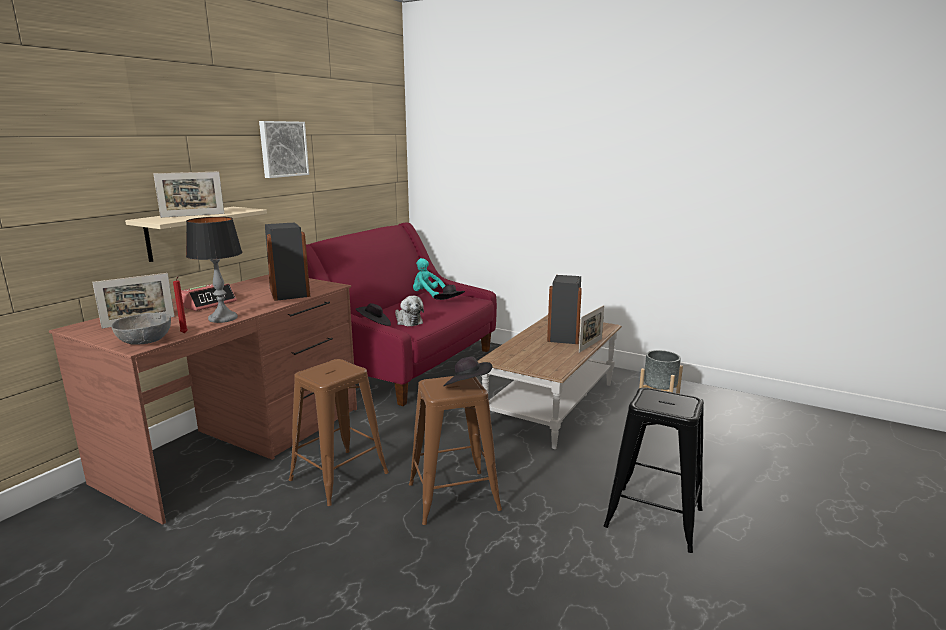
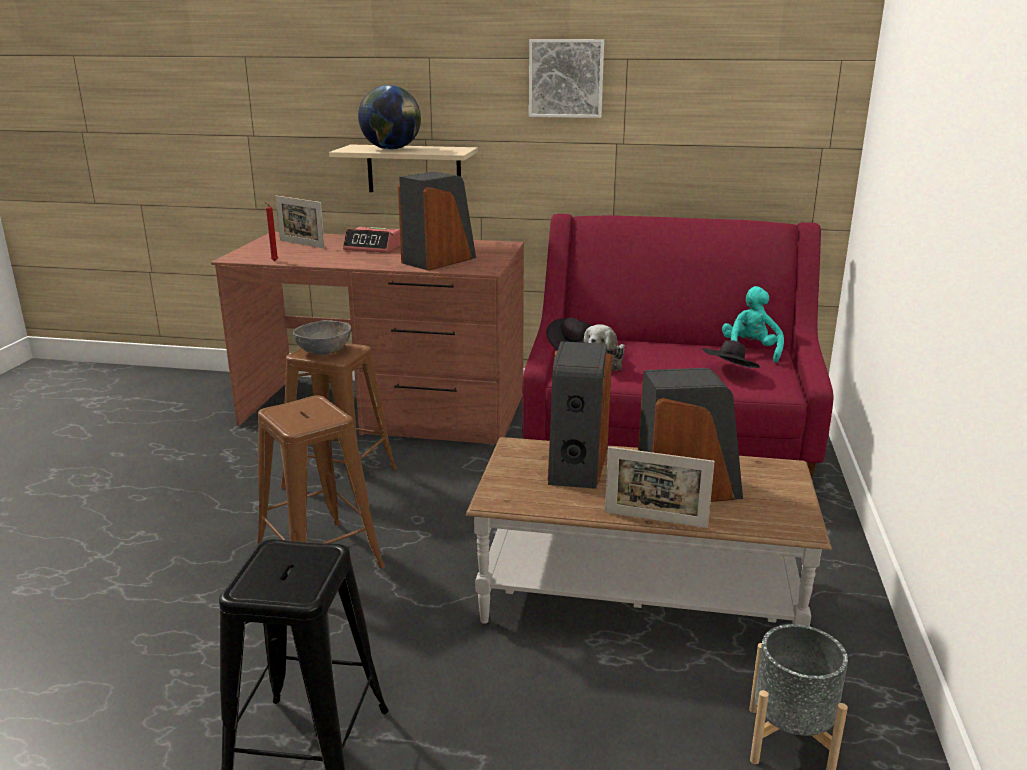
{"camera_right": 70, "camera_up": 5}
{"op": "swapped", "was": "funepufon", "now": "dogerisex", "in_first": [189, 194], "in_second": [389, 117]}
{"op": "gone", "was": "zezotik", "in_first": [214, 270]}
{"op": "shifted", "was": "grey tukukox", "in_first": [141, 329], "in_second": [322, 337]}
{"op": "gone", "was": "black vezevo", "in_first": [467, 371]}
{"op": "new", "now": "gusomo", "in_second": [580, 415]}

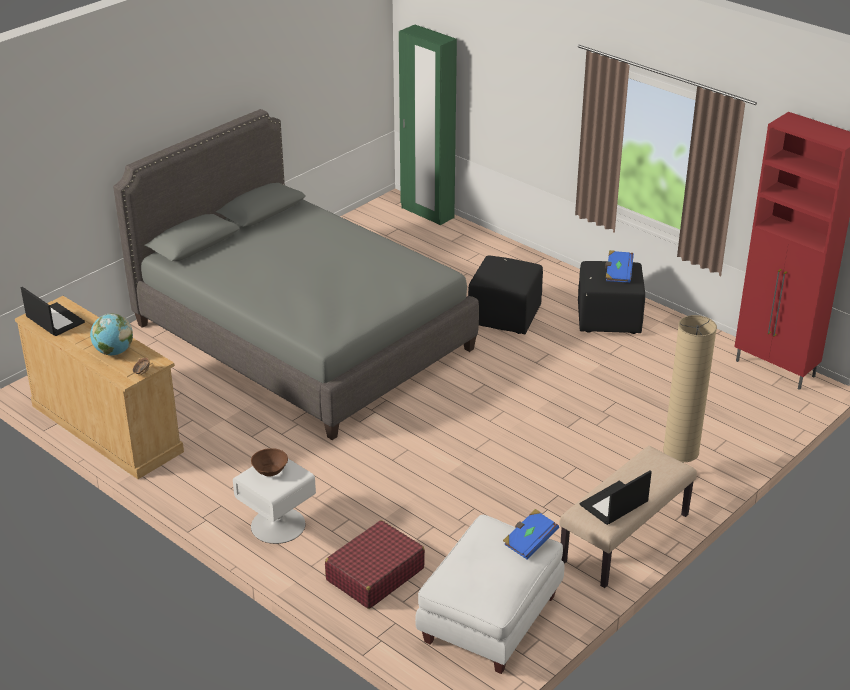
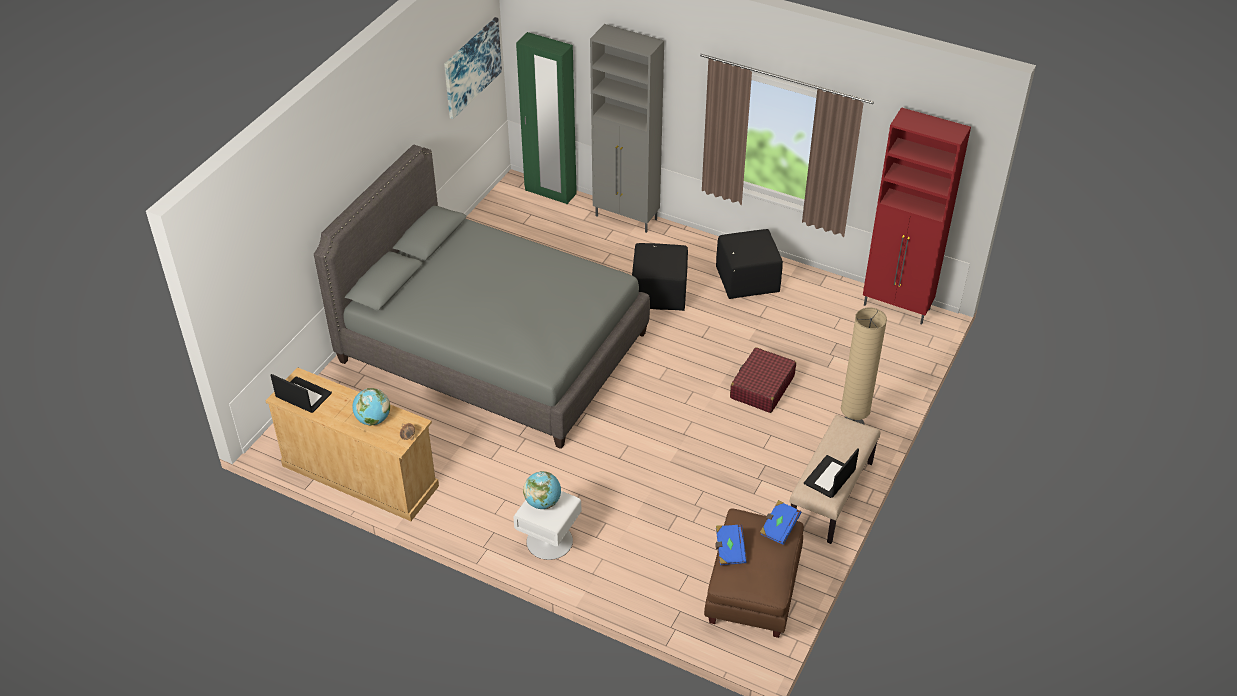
{"camera_right": -15, "camera_up": 10}
{"op": "shifted", "was": "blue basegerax", "in_first": [619, 266], "in_second": [731, 544]}
{"op": "swapped", "was": "brown tukukox", "now": "dogerisex", "in_first": [269, 462], "in_second": [542, 490]}
{"op": "repainted", "was": "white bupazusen", "now": "brown bupazusen", "in_first": [489, 594], "in_second": [754, 573]}
{"op": "shifted", "was": "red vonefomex", "in_first": [375, 564], "in_second": [763, 380]}
{"op": "new", "now": "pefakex", "in_second": [473, 68]}
{"op": "new", "now": "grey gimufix", "in_second": [627, 128]}

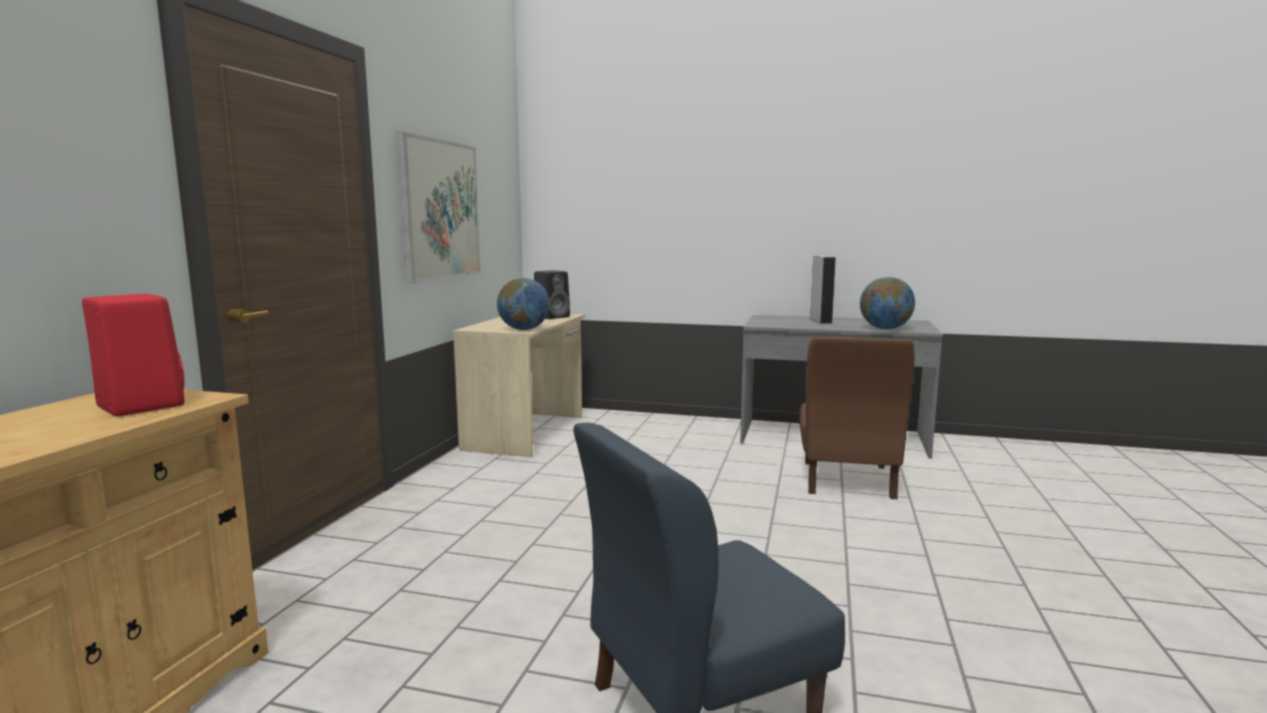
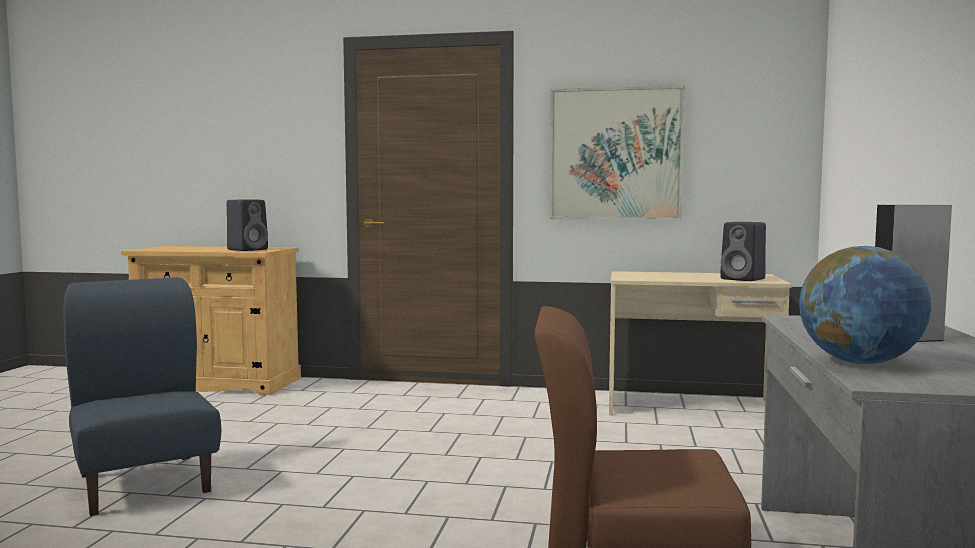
{"camera_right": 85, "camera_up": -5}
{"op": "gone", "was": "dogerisex", "in_first": [523, 304]}
{"op": "repainted", "was": "red gusomo", "now": "black gusomo", "in_first": [133, 355], "in_second": [247, 225]}

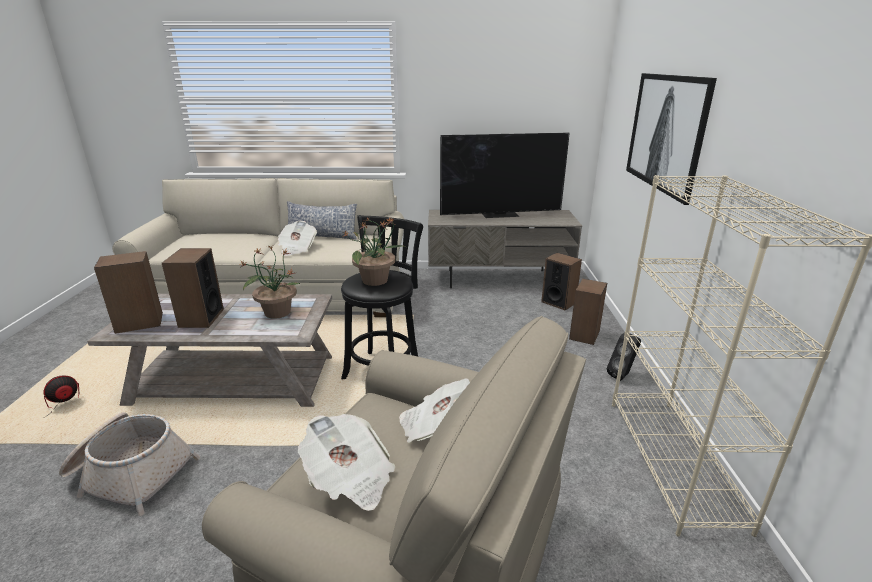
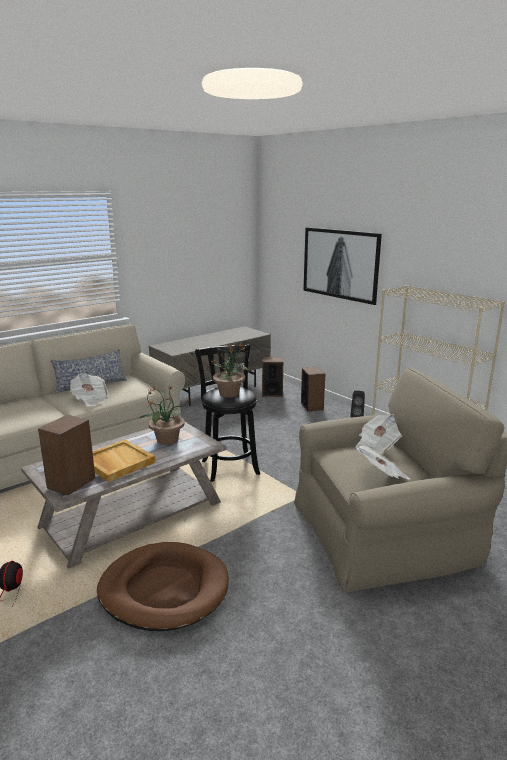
{"camera_right": -40, "camera_up": -5}
{"op": "gone", "was": "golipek", "in_first": [505, 175]}
{"op": "swapped", "was": "gusomo", "now": "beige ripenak", "in_first": [193, 288], "in_second": [123, 460]}
{"op": "swapped", "was": "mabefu", "now": "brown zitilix", "in_first": [129, 464], "in_second": [162, 586]}

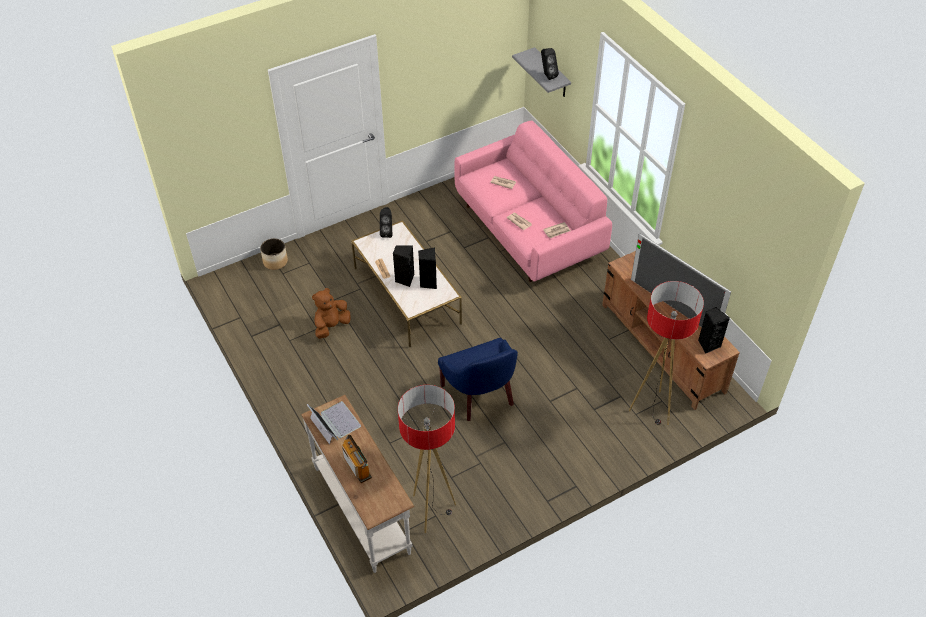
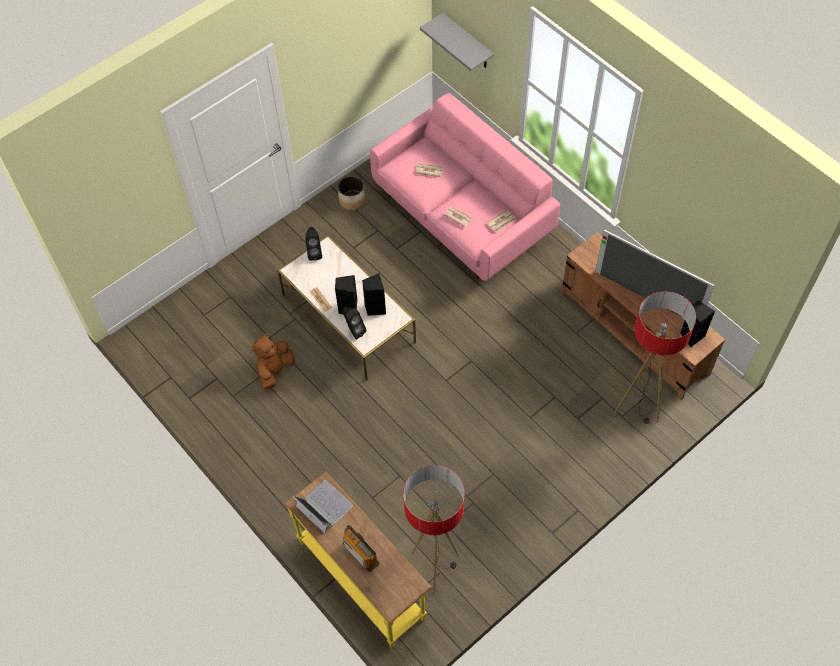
{"camera_right": -10, "camera_up": 10}
{"op": "shifted", "was": "black gusomo", "in_first": [550, 64], "in_second": [354, 323]}
{"op": "shifted", "was": "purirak", "in_first": [274, 254], "in_second": [351, 193]}
{"op": "gone", "was": "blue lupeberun", "in_first": [478, 379]}
{"op": "repainted", "was": "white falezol", "now": "yellow falezol", "in_first": [358, 484], "in_second": [358, 559]}

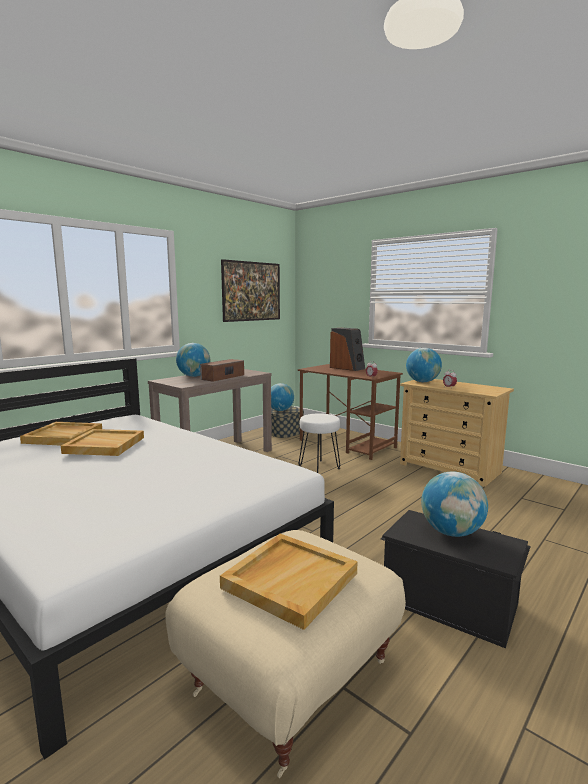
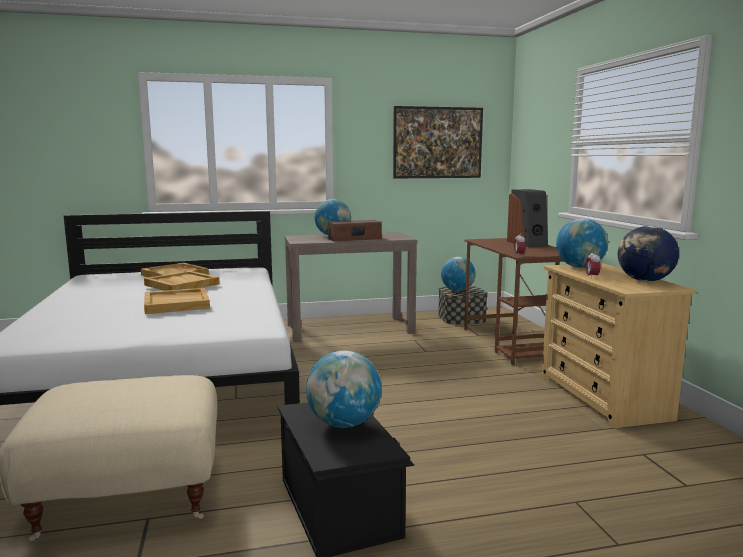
{"camera_right": 35, "camera_up": 0}
{"op": "gone", "was": "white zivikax", "in_first": [319, 443]}
{"op": "shifted", "was": "beige ripenak", "in_first": [289, 582], "in_second": [177, 301]}
{"op": "new", "now": "dogerisex", "in_second": [648, 254]}

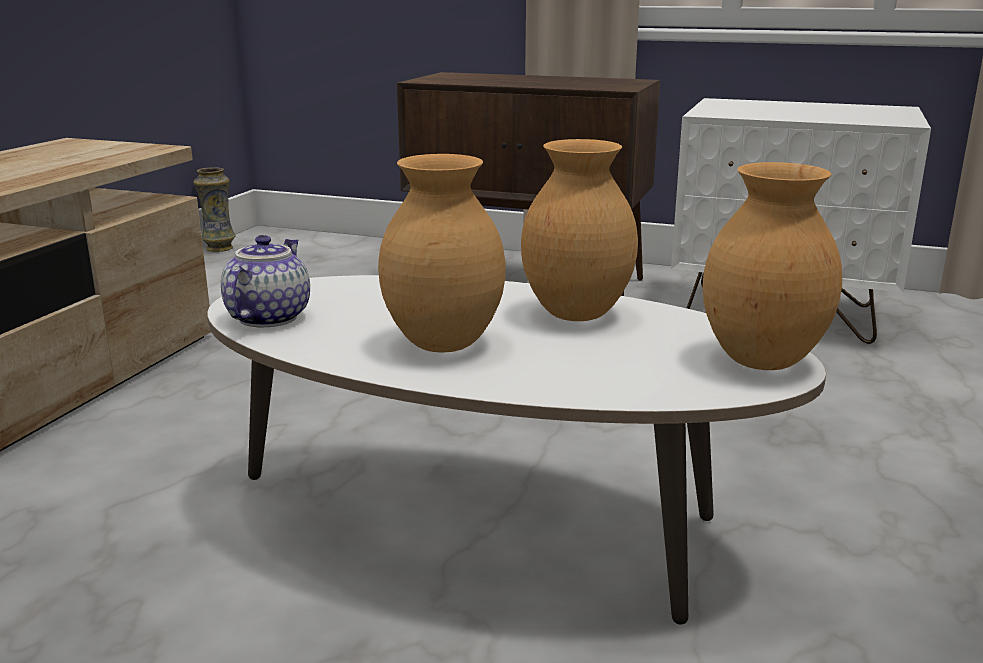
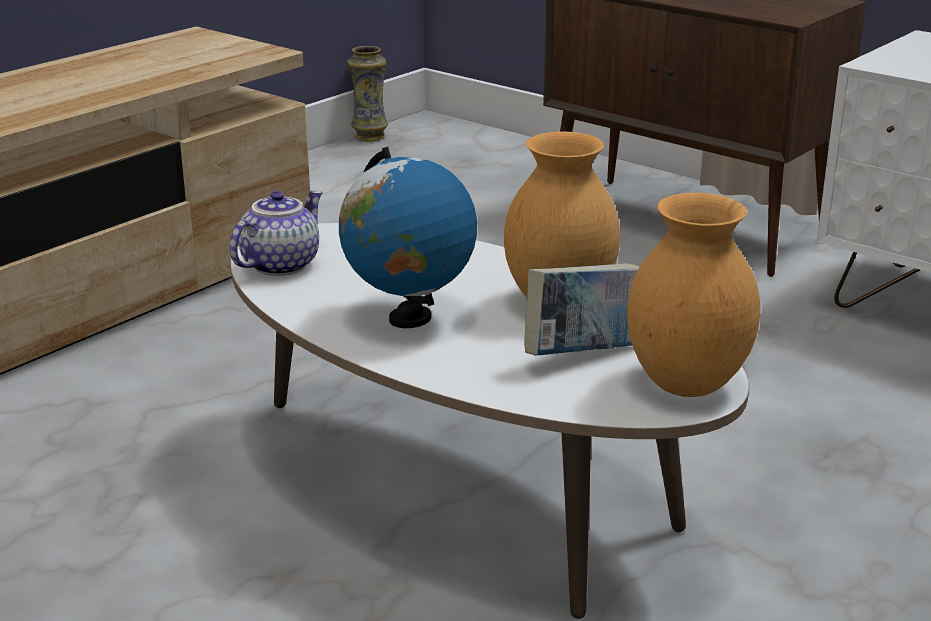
{"camera_right": 20, "camera_up": 5}
{"op": "swapped", "was": "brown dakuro", "now": "dogerisex", "in_first": [442, 253], "in_second": [408, 237]}
{"op": "new", "now": "basegerax", "in_second": [582, 309]}

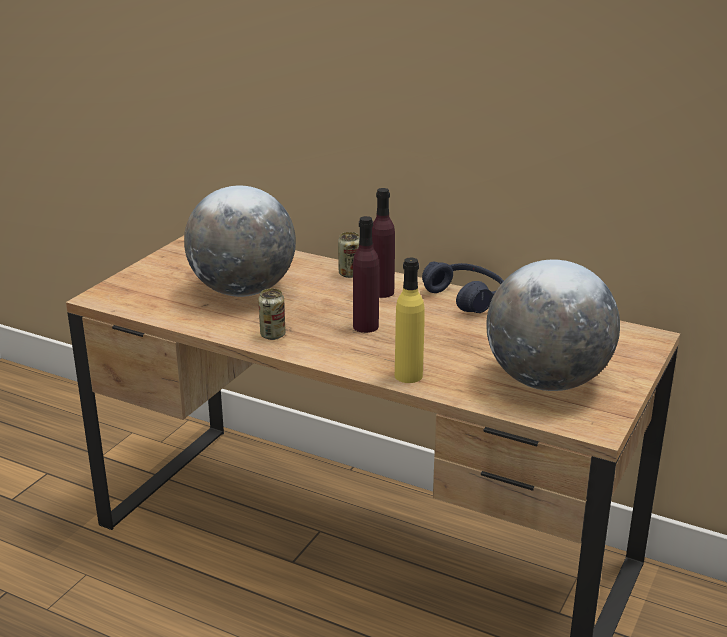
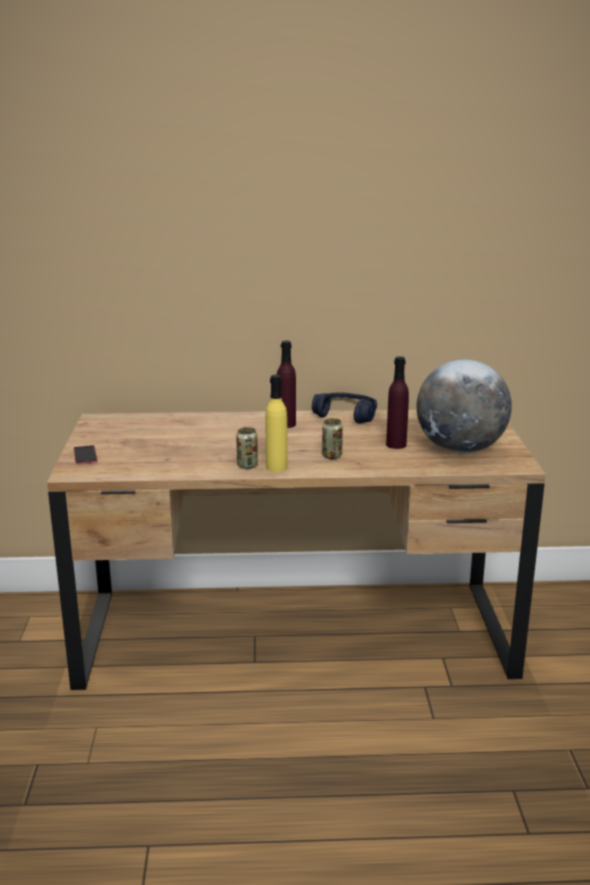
{"camera_right": -30, "camera_up": -5}
{"op": "gone", "was": "dogerisex", "in_first": [240, 241]}
{"op": "shifted", "was": "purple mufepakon", "in_first": [366, 274], "in_second": [397, 403]}
{"op": "shifted", "was": "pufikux", "in_first": [349, 255], "in_second": [332, 438]}
{"op": "shifted", "was": "yellow mufepakon", "in_first": [410, 320], "in_second": [276, 423]}
{"op": "new", "now": "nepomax", "in_second": [85, 454]}

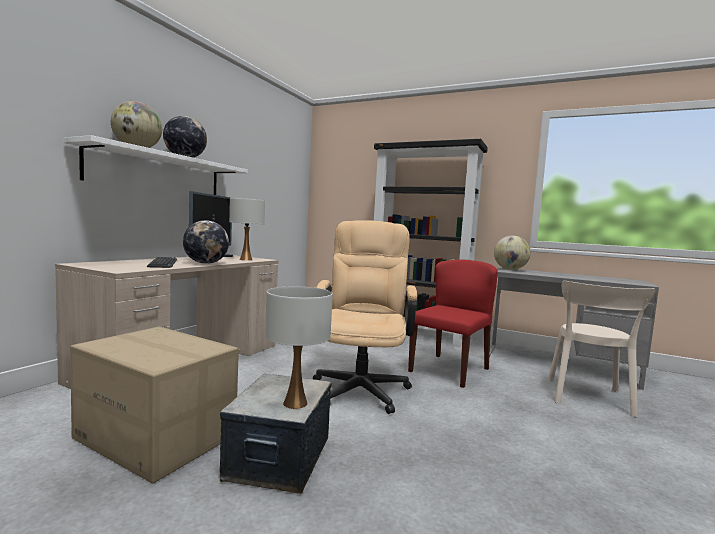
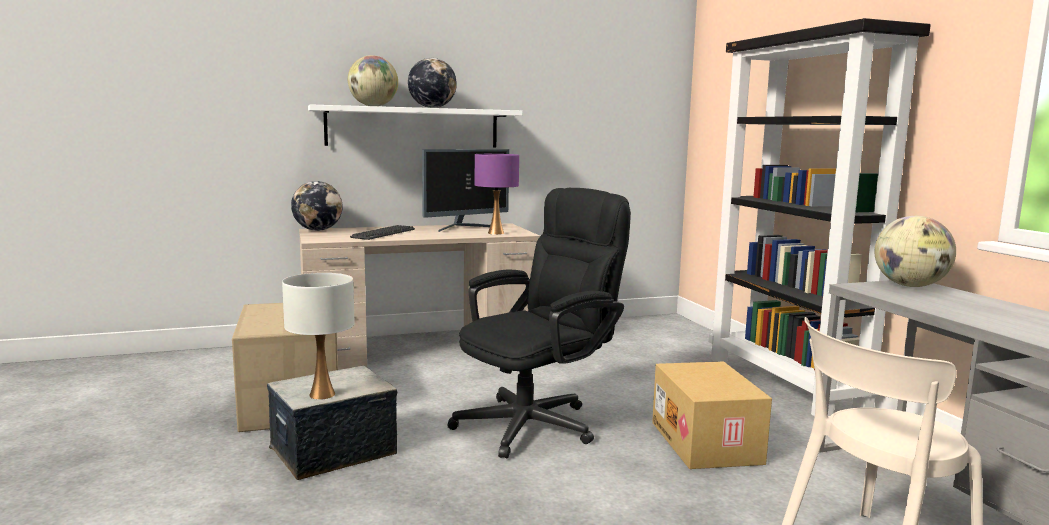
{"camera_right": 45, "camera_up": 5}
{"op": "repainted", "was": "white zezotik", "now": "purple zezotik", "in_first": [247, 229], "in_second": [497, 194]}
{"op": "shifted", "was": "dogerisex", "in_first": [206, 242], "in_second": [317, 206]}
{"op": "repainted", "was": "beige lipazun", "now": "black lipazun", "in_first": [365, 317], "in_second": [539, 323]}
{"op": "swapped", "was": "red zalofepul", "now": "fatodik", "in_first": [453, 324], "in_second": [712, 415]}

